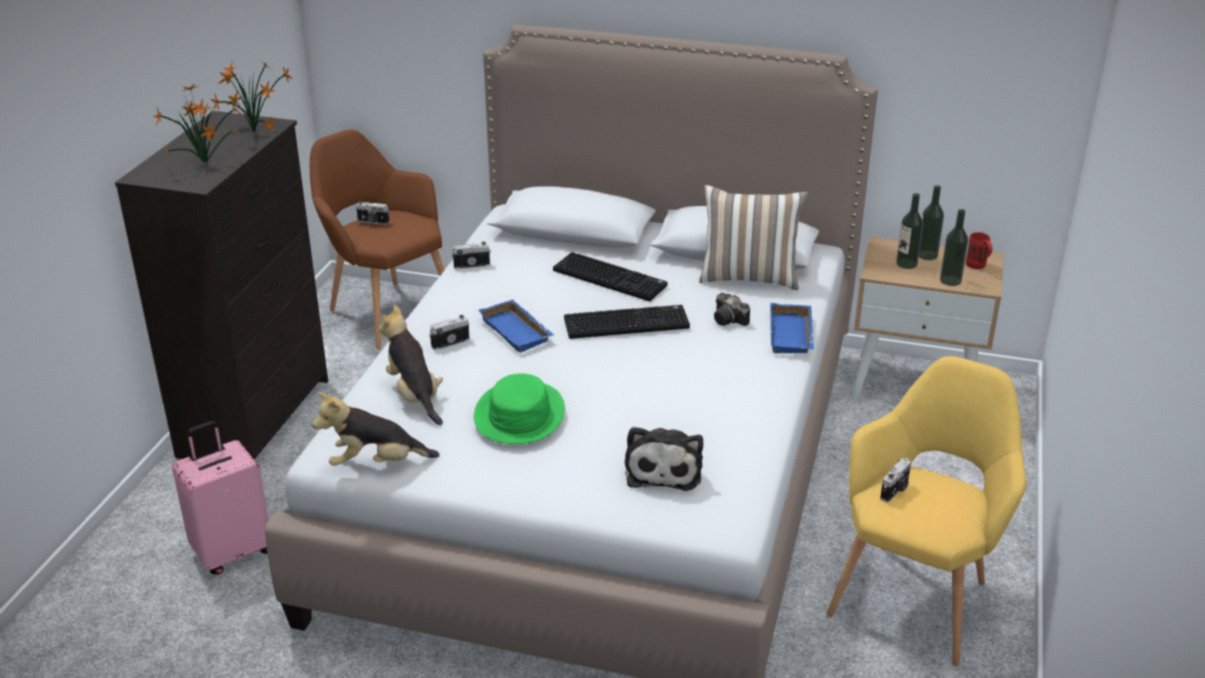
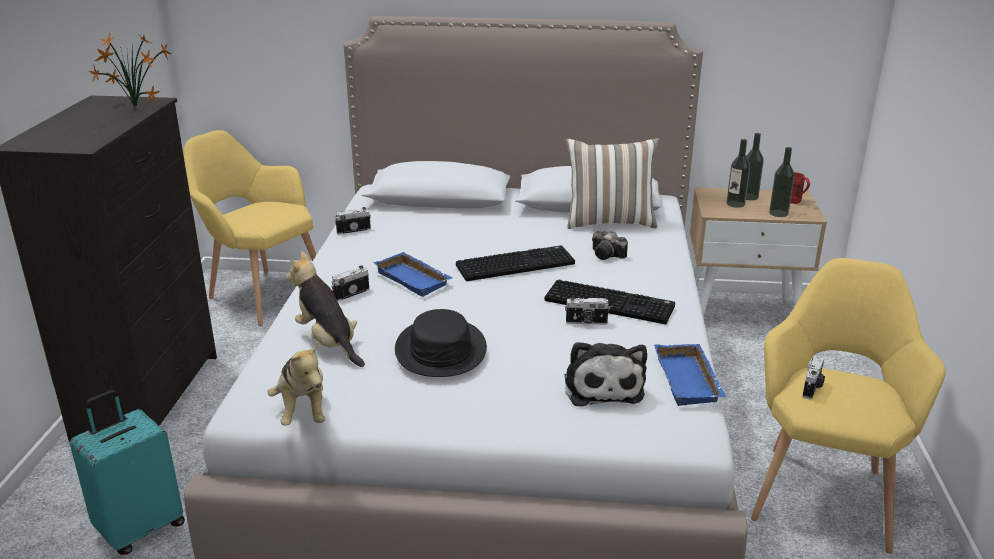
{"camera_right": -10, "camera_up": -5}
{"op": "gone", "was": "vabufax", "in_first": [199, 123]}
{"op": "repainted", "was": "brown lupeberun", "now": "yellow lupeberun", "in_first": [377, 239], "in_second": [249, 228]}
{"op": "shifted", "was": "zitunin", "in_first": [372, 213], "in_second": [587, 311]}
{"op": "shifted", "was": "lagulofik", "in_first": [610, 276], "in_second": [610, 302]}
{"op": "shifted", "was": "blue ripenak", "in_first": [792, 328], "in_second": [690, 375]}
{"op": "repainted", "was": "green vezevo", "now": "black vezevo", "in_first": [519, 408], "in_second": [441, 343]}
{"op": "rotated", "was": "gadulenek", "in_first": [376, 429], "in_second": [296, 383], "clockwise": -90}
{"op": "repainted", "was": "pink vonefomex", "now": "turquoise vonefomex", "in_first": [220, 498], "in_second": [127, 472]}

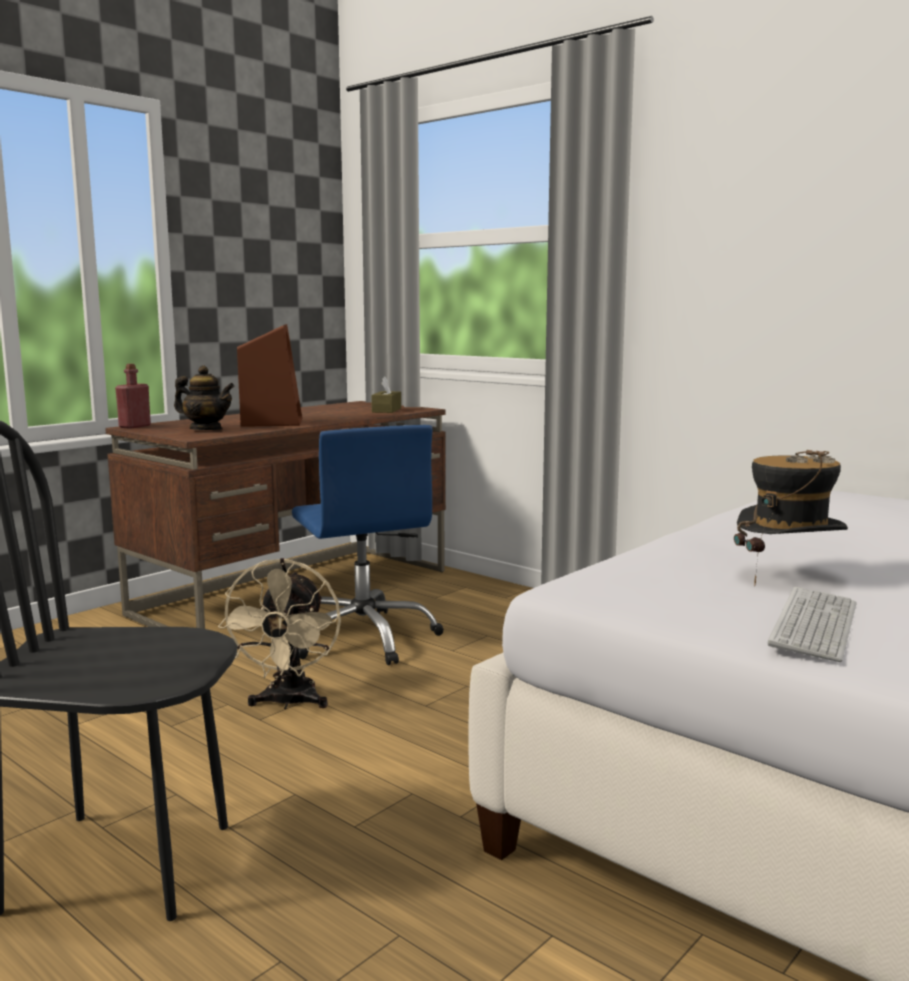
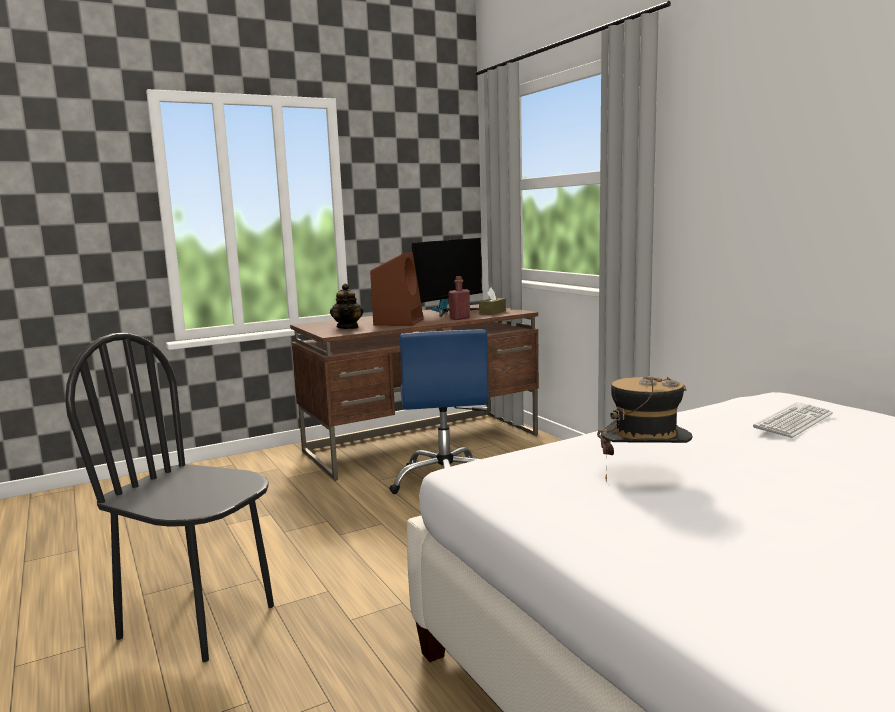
{"camera_right": 20, "camera_up": 0}
{"op": "shifted", "was": "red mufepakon", "in_first": [133, 396], "in_second": [459, 298]}
{"op": "rotated", "was": "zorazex", "in_first": [204, 398], "in_second": [347, 306], "clockwise": 45}
{"op": "gone", "was": "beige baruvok", "in_first": [279, 633]}
{"op": "shifted", "was": "lagulofik", "in_first": [812, 624], "in_second": [793, 420]}
{"op": "new", "now": "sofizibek", "in_second": [447, 277]}

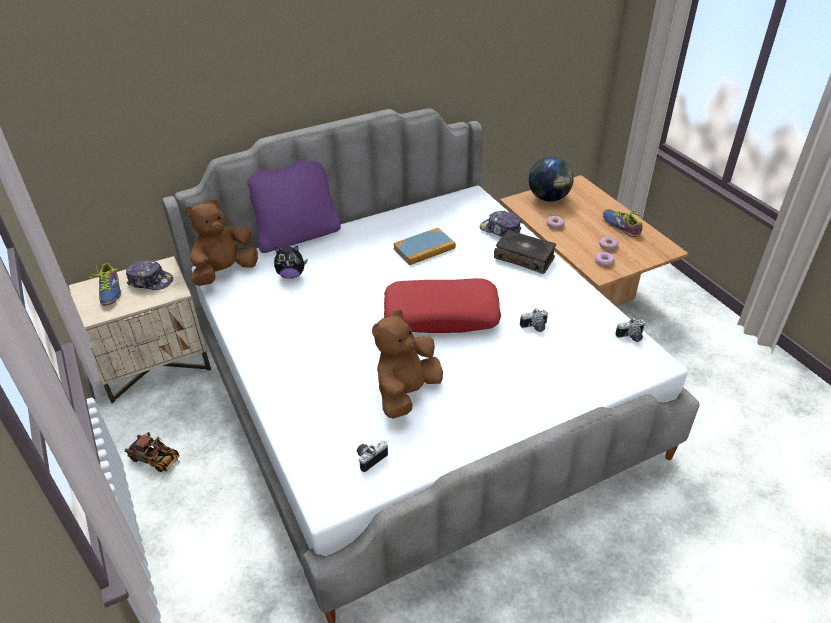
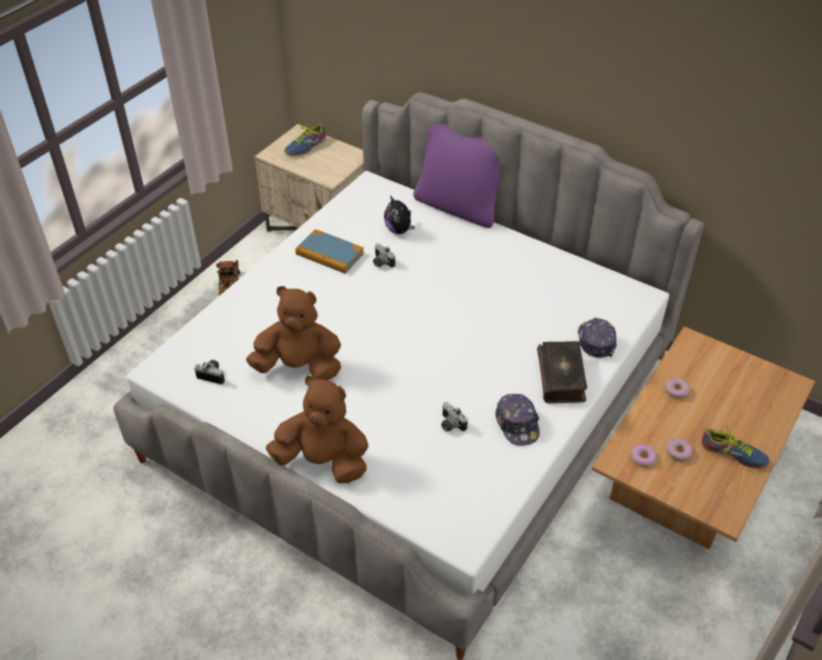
{"camera_right": 60, "camera_up": 5}
{"op": "gone", "was": "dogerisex", "in_first": [551, 179]}
{"op": "shifted", "was": "brown gadulenek", "in_first": [221, 242], "in_second": [317, 429]}
{"op": "rotated", "was": "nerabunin", "in_first": [623, 223], "in_second": [735, 447], "clockwise": 90}
{"op": "shifted", "was": "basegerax", "in_first": [424, 246], "in_second": [329, 251]}
{"op": "shifted", "was": "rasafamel", "in_first": [149, 275], "in_second": [517, 420]}
{"op": "gone", "was": "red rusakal", "in_first": [442, 305]}
{"op": "shifted", "was": "zitunin", "in_first": [630, 330], "in_second": [384, 255]}

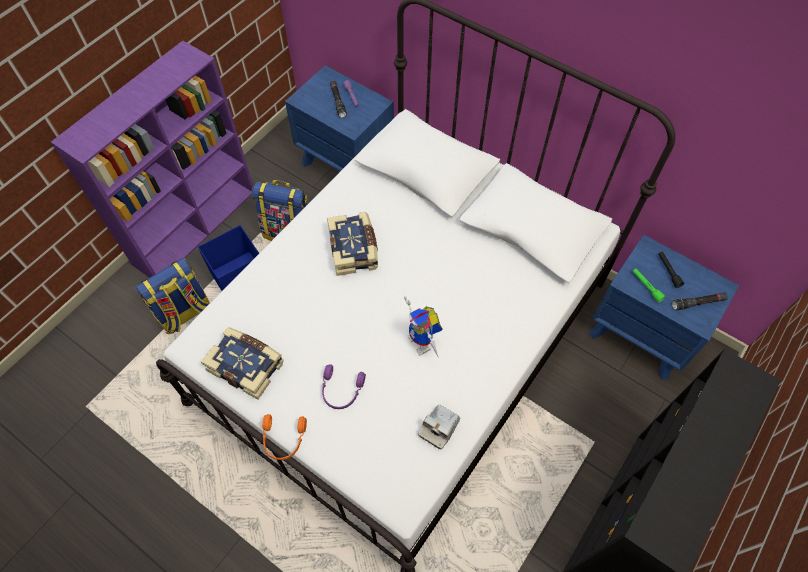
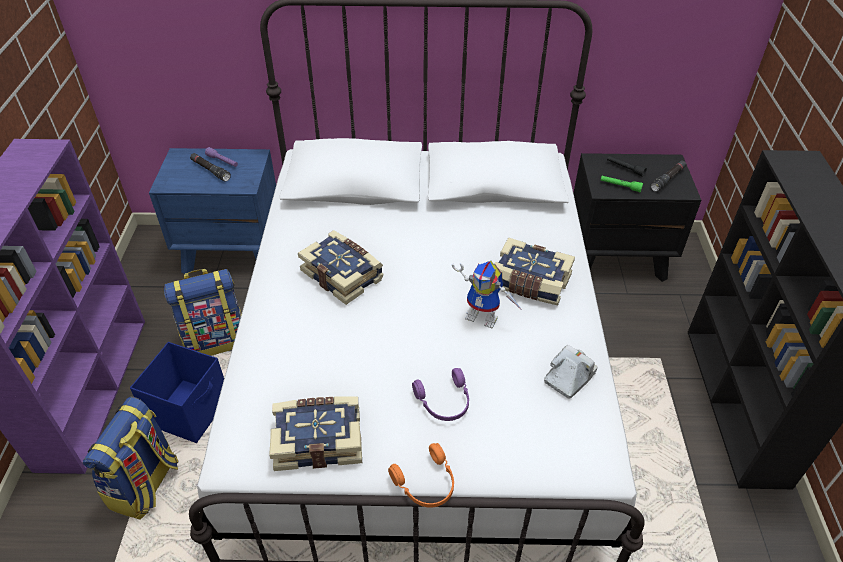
{"camera_right": -35, "camera_up": -15}
{"op": "repainted", "was": "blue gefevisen", "now": "black gefevisen", "in_first": [664, 307], "in_second": [637, 217]}
{"op": "rotated", "was": "zitunin", "in_first": [439, 426], "in_second": [570, 372], "clockwise": -135}
{"op": "new", "now": "basegerax", "in_second": [534, 271]}

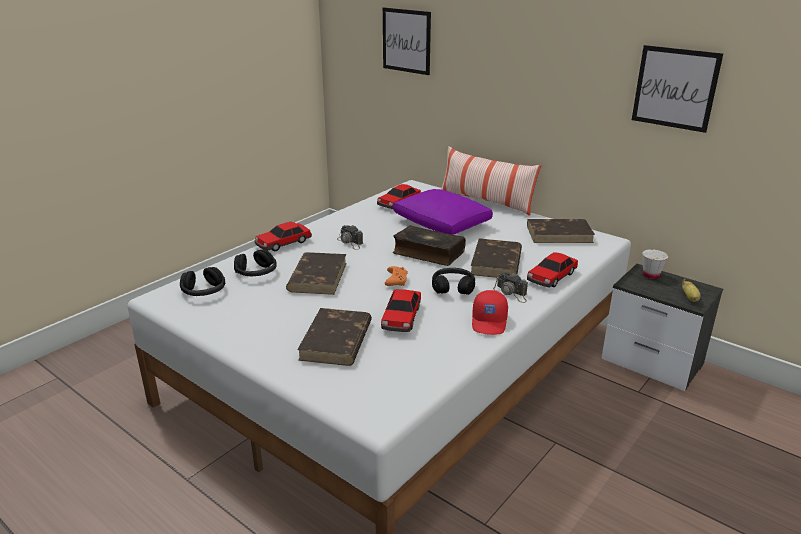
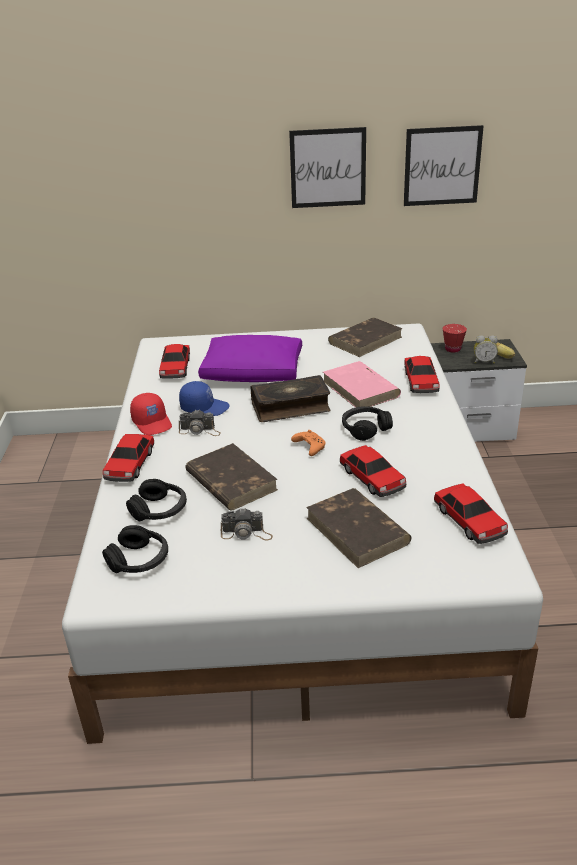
{"camera_right": -40, "camera_up": 5}
{"op": "shifted", "was": "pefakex", "in_first": [407, 41], "in_second": [327, 167]}
{"op": "gone", "was": "rusakal", "in_first": [491, 181]}
{"op": "repainted", "was": "brown basegerax", "now": "pink basegerax", "in_first": [496, 258], "in_second": [362, 384]}
{"op": "repainted", "was": "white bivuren", "now": "red bivuren", "in_first": [655, 264], "in_second": [455, 338]}
{"op": "shifted", "was": "zitunin", "in_first": [510, 288], "in_second": [247, 524]}
{"op": "shifted", "was": "red rasafamel", "in_first": [490, 312], "in_second": [151, 414]}
{"op": "new", "now": "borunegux", "in_second": [486, 349]}
{"op": "new", "now": "blue rasafamel", "in_second": [204, 398]}
{"op": "new", "now": "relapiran", "in_second": [471, 514]}

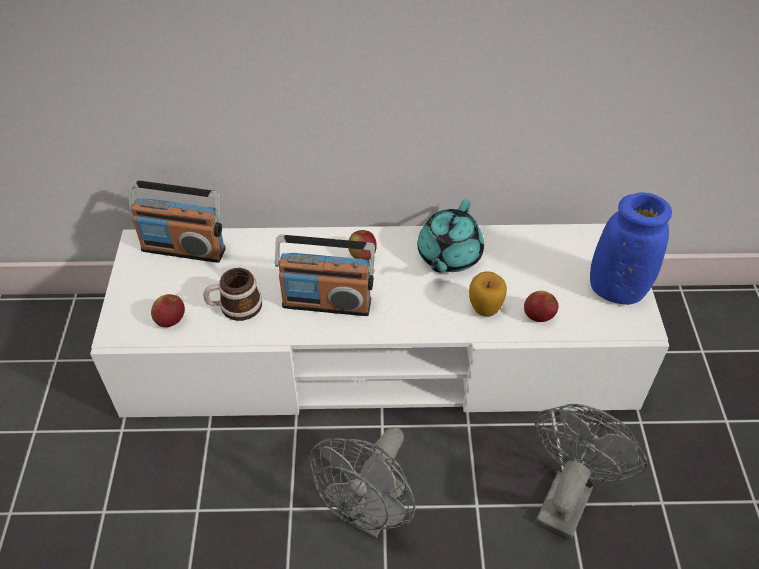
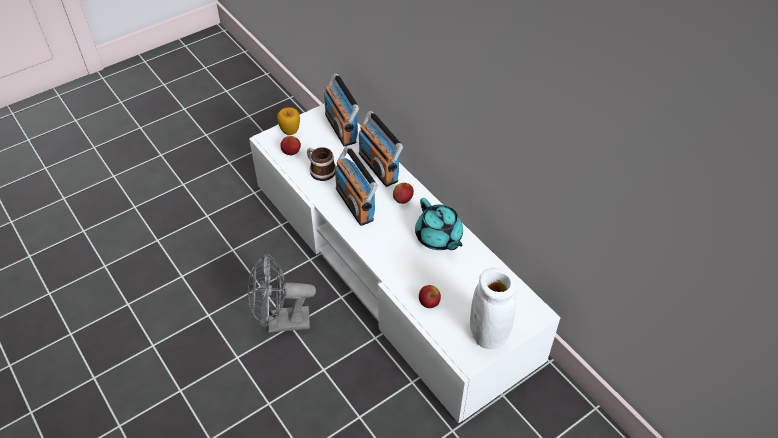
{"camera_right": 55, "camera_up": 0}
{"op": "repainted", "was": "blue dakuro", "now": "white dakuro", "in_first": [631, 249], "in_second": [493, 308]}
{"op": "rotated", "was": "turquoise zorazex", "in_first": [450, 236], "in_second": [439, 224], "clockwise": -105}
{"op": "shifted", "was": "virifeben", "in_first": [488, 294], "in_second": [288, 121]}
{"op": "gone", "was": "grey baruvok", "in_first": [590, 472]}
{"op": "new", "now": "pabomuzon", "in_second": [381, 149]}

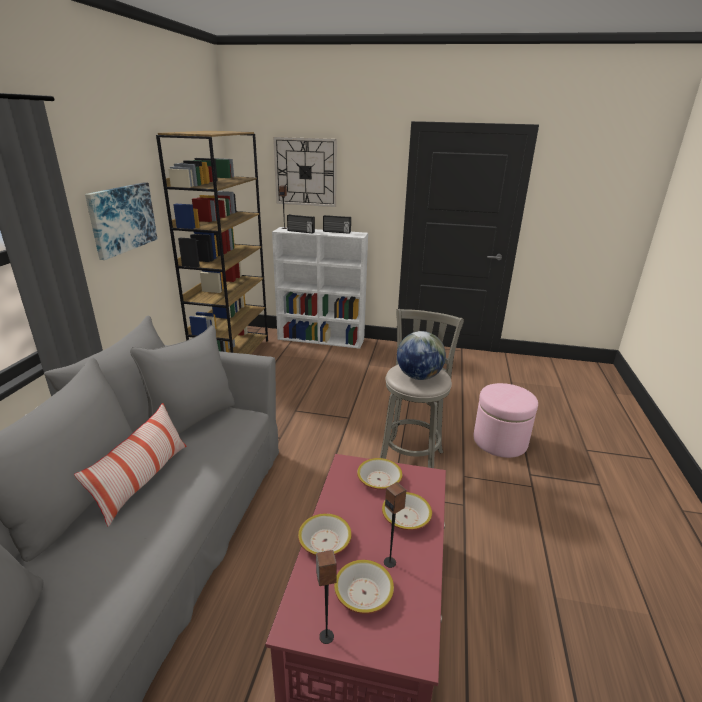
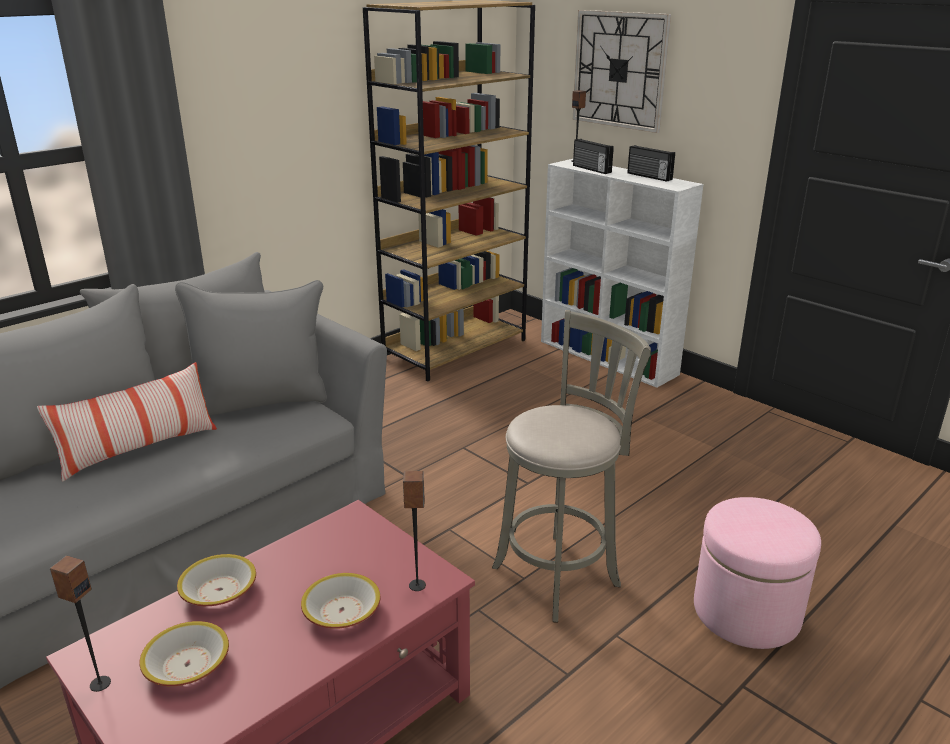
{"camera_right": 35, "camera_up": 0}
{"op": "gone", "was": "pefakex", "in_first": [121, 221]}
{"op": "gone", "was": "dogerisex", "in_first": [421, 355]}
{"op": "gone", "was": "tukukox", "in_first": [380, 474]}
{"op": "shifted", "was": "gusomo", "in_first": [395, 525], "in_second": [414, 531]}

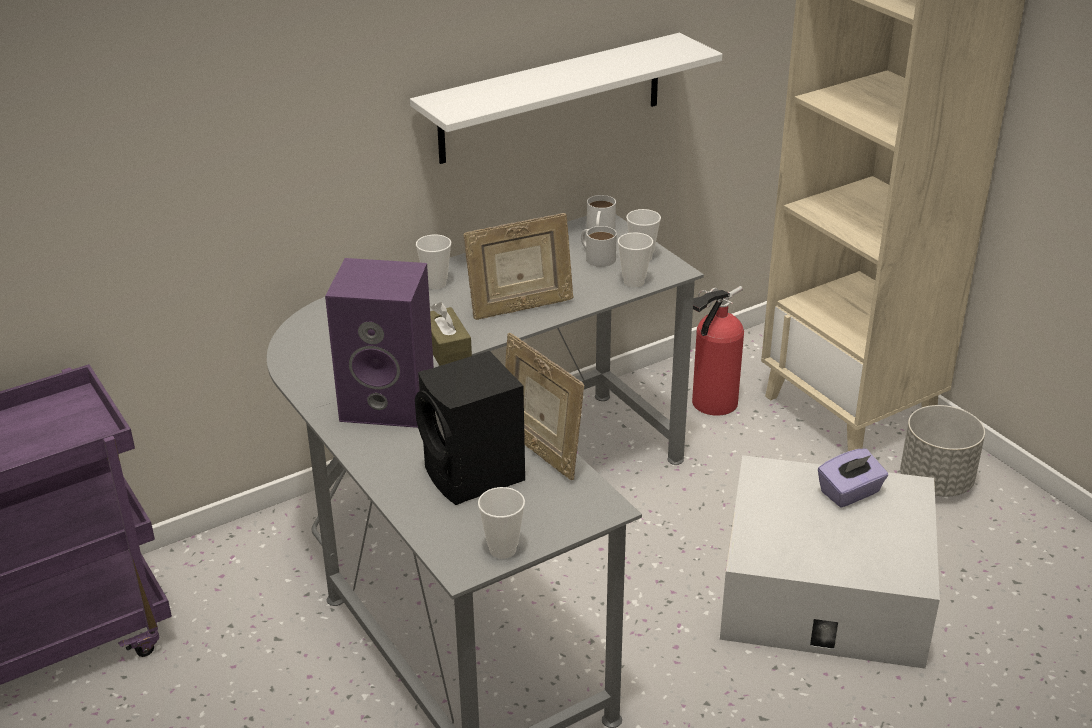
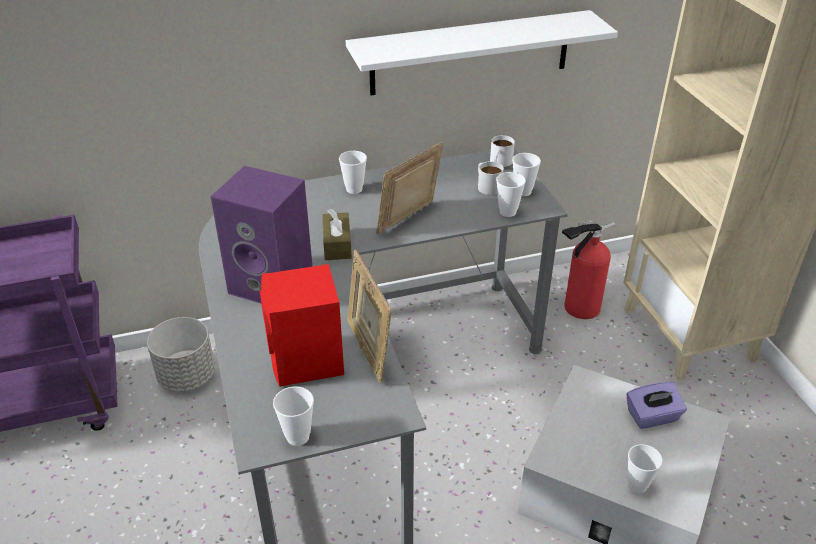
{"camera_right": 15, "camera_up": 5}
{"op": "rotated", "was": "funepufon", "in_first": [518, 266], "in_second": [409, 188], "clockwise": 135}
{"op": "repainted", "was": "black gusomo", "now": "red gusomo", "in_first": [470, 428], "in_second": [302, 325]}
{"op": "shifted", "was": "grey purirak", "in_first": [942, 451], "in_second": [181, 354]}
{"op": "new", "now": "bivuren", "in_second": [644, 468]}

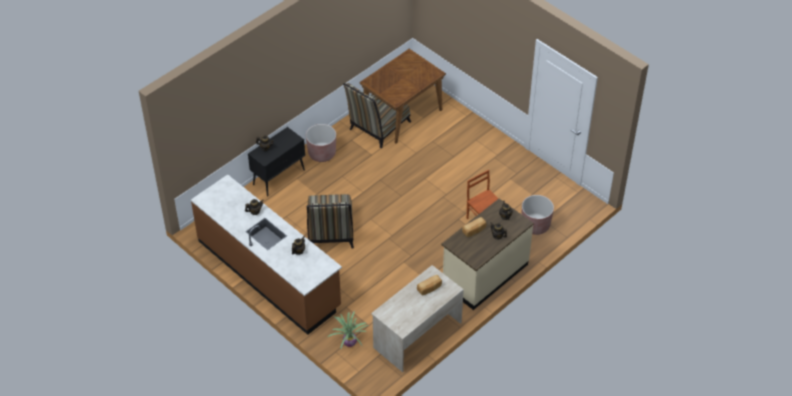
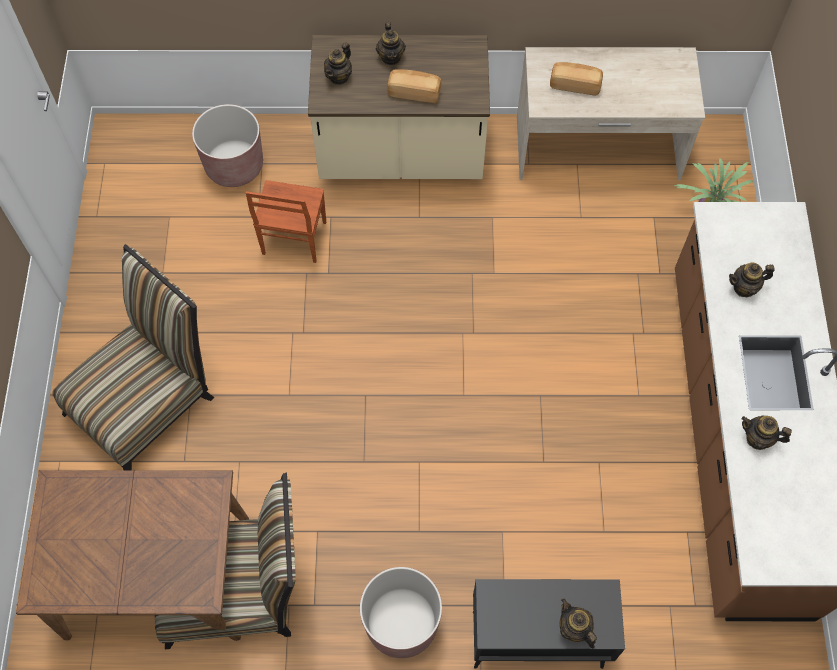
{"camera_right": -135, "camera_up": 15}
{"op": "shifted", "was": "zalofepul", "in_first": [330, 221], "in_second": [133, 357]}

